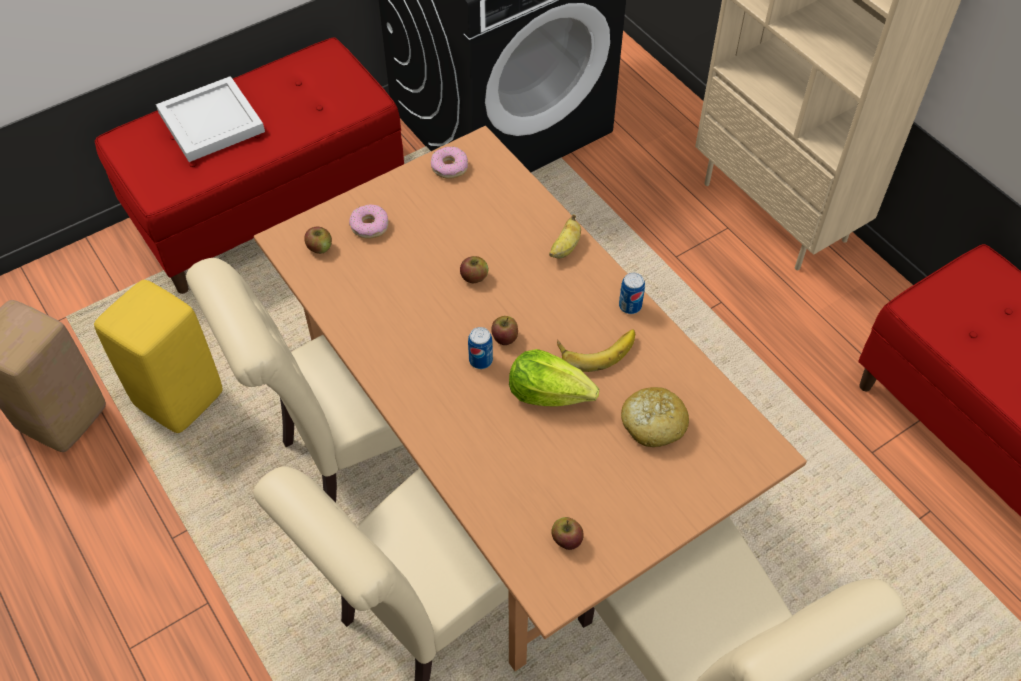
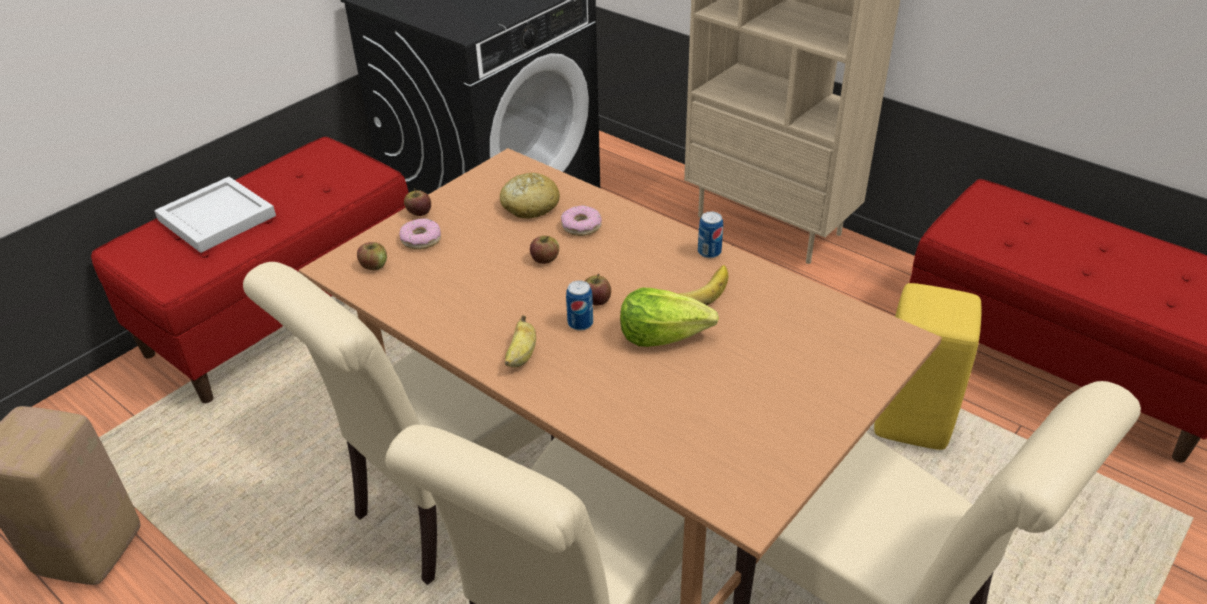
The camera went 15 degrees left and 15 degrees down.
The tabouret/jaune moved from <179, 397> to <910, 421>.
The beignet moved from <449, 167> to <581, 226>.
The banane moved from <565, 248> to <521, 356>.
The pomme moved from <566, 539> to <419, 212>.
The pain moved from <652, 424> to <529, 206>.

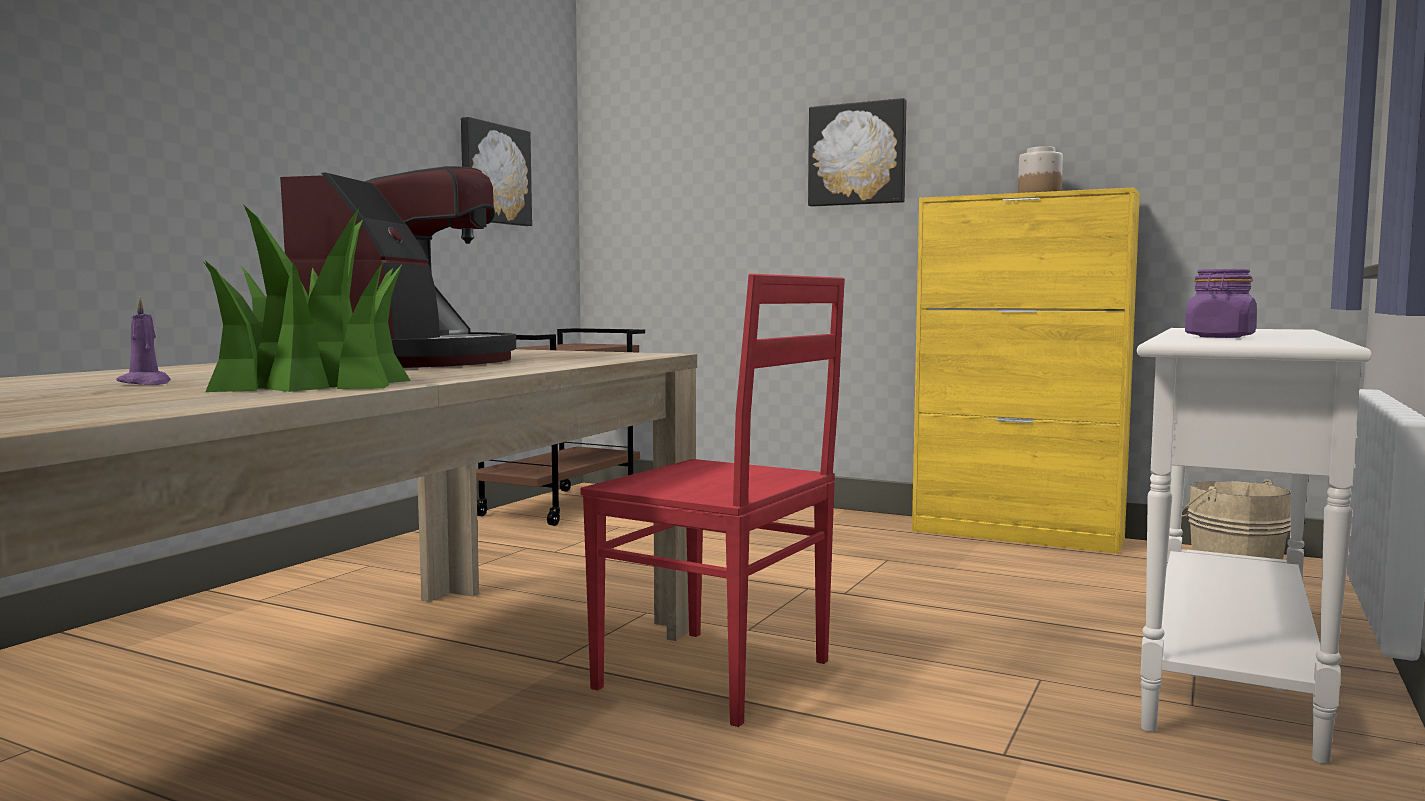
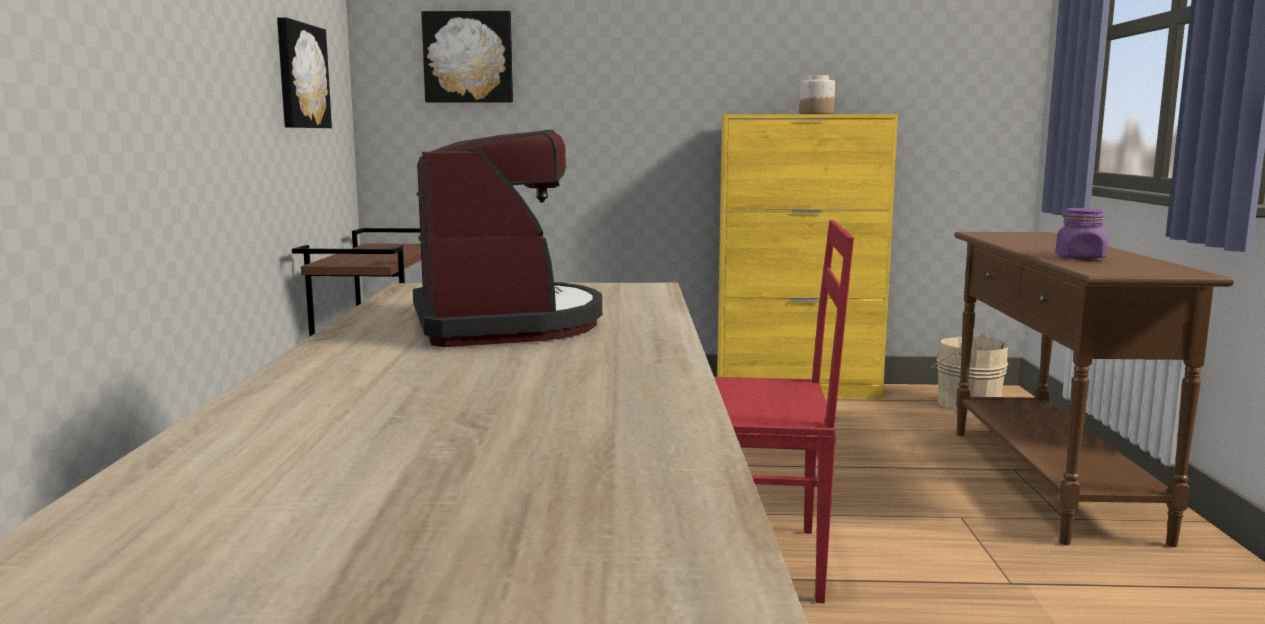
The camera went 25 degrees left and 5 degrees up.
The bougie/violet at <146, 383> disappeared.
The plante en pot at <312, 382> disappeared.
The tableau moved from <858, 154> to <468, 57>.
The table console/blanc at <1228, 664> became the table console/marron at <1048, 482>.

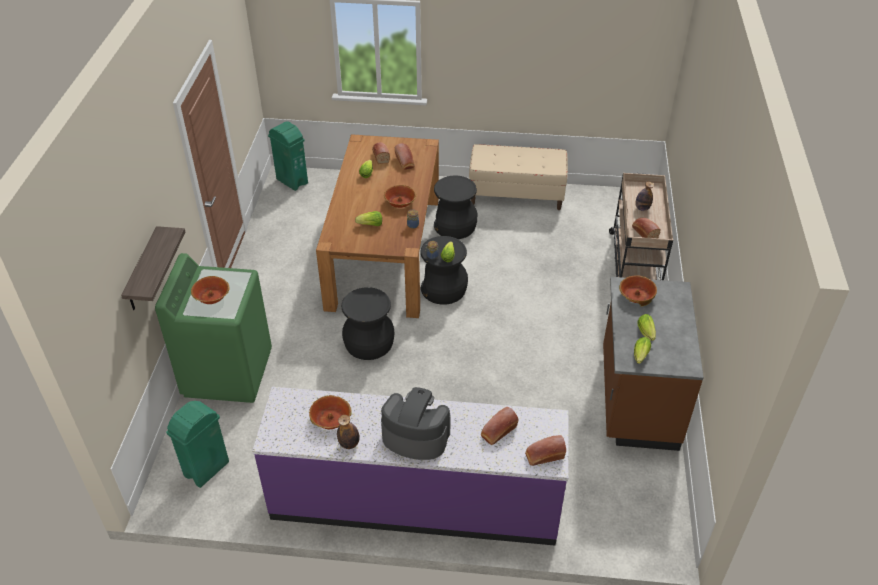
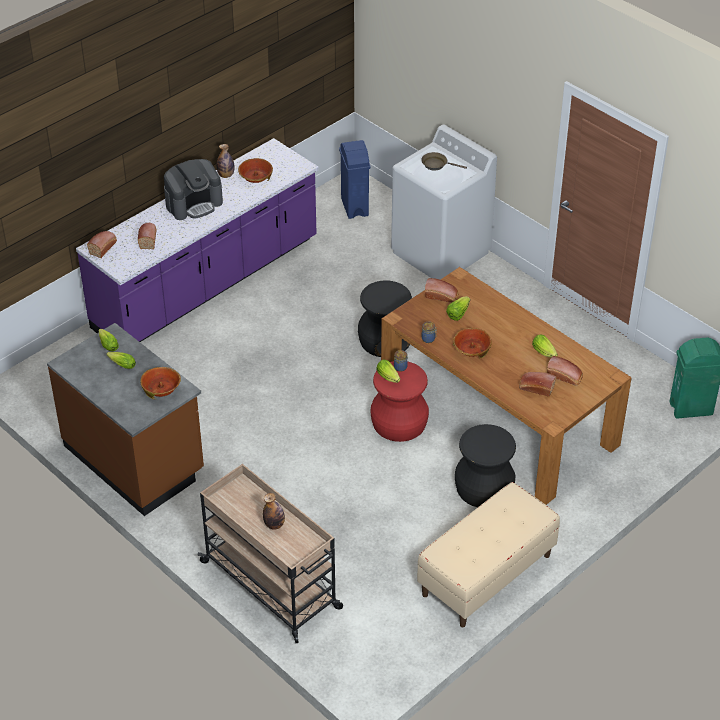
The camera went 130 degrees right and 0 degrees up.
The étagère at <142, 271> disappeared.
The pain moved from <644, 232> to <442, 296>.
The bol at <212, 297> was replaced by the poêle/marron at <436, 164>.
The lave-linge/vert at <228, 372> became the lave-linge/blanc at <441, 253>.
The poubelle/vert at <206, 469> became the poubelle/bleu at <355, 207>.
The tabouret/noir at <444, 290> became the tabouret/rouge at <398, 423>.

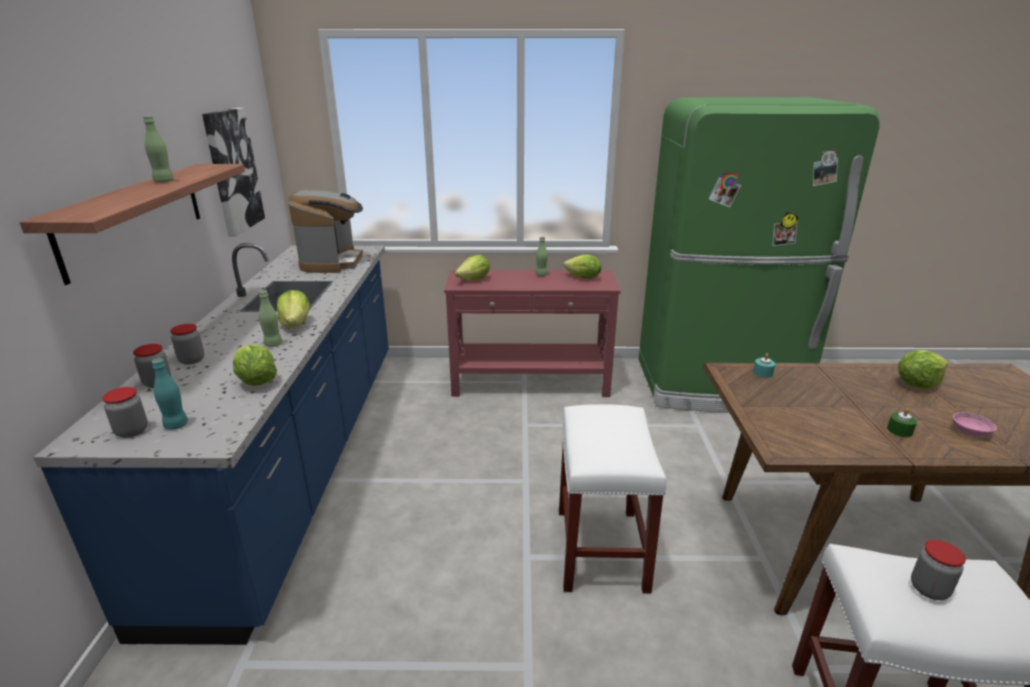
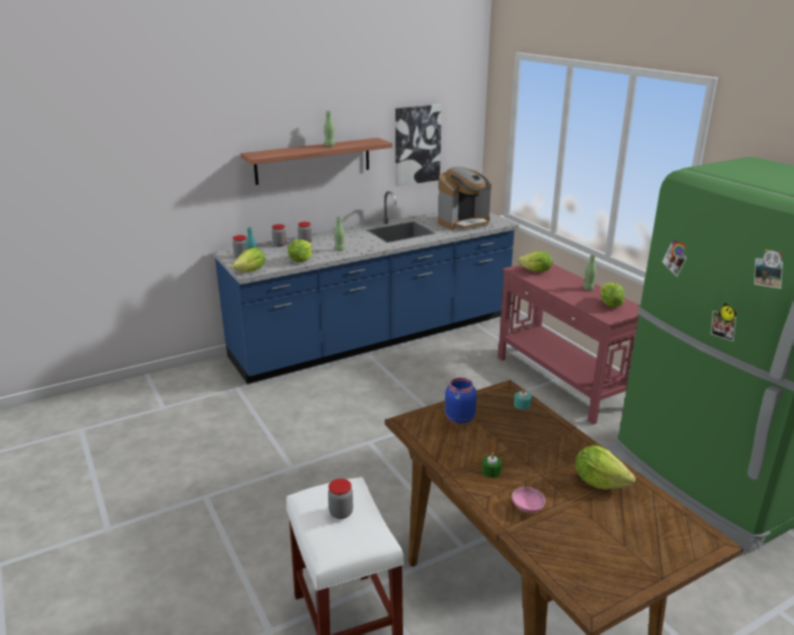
The camera went 60 degrees right and 0 degrees up.
The tabouret/blanc at <600, 547> disappeared.
The bocal/bleu at <458, 418> appeared.
The laitue moved from <296, 324> to <251, 271>.

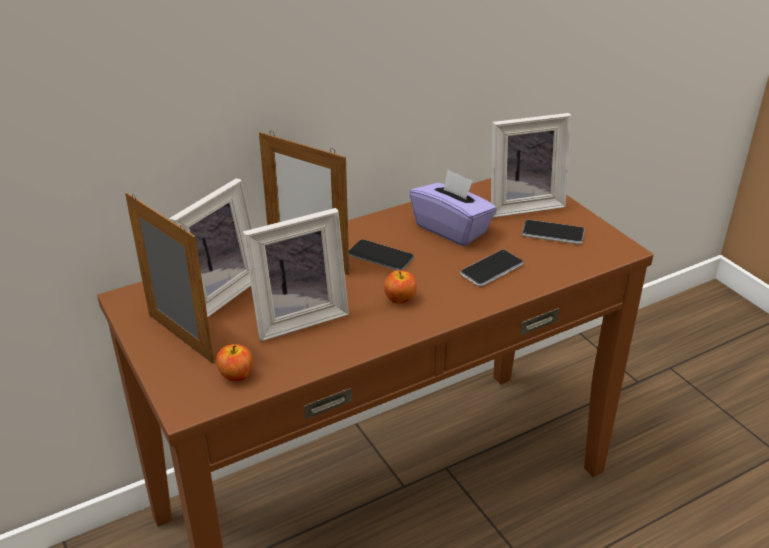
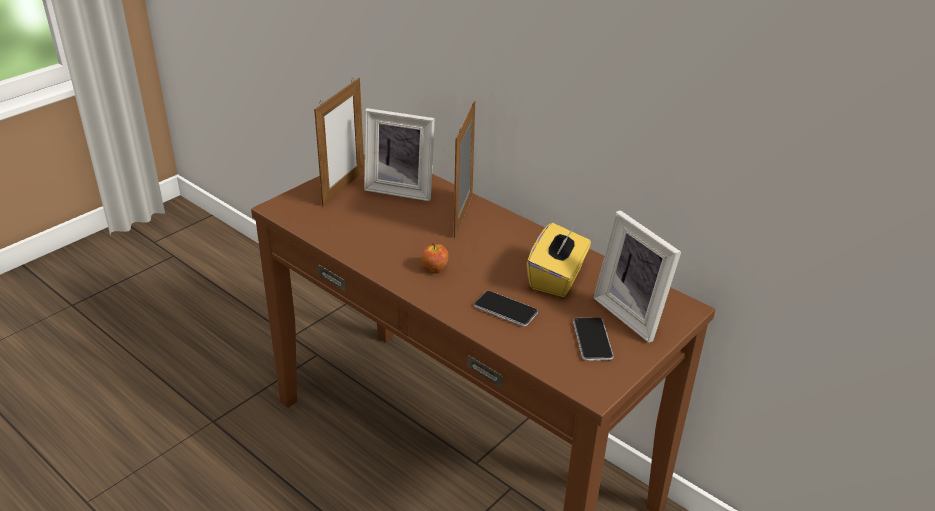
The camera went 70 degrees right and 0 degrees up.
The pomme at <236, 375> disappeared.
The cadre photo at <298, 317> disappeared.
The téléphone at <380, 256> disappeared.
The boîte à mouchoirs/violet at <452, 229> became the boîte à mouchoirs/jaune at <557, 278>.

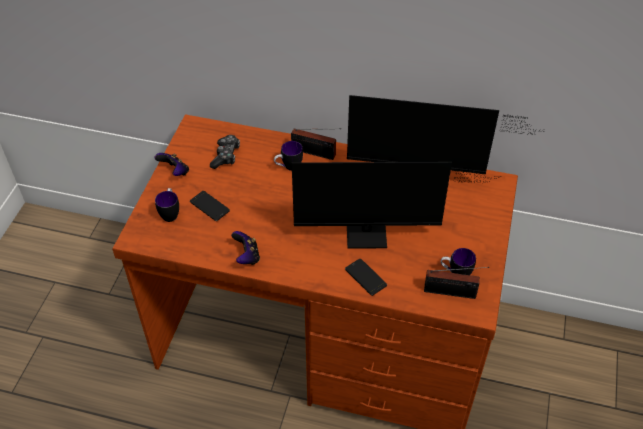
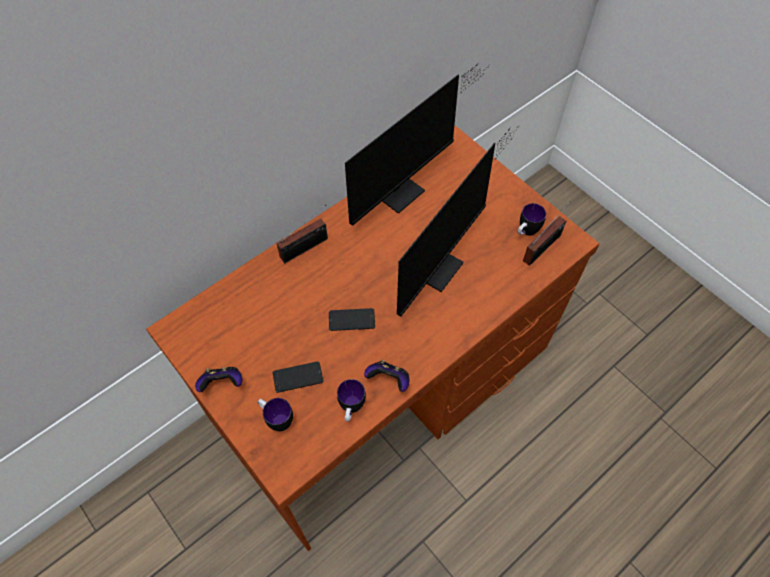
The camera went 55 degrees left and 10 degrees up.
The manette at <226, 156> disappeared.
The mug moved from <288, 167> to <351, 409>.
The téléphone moved from <365, 277> to <351, 320>.

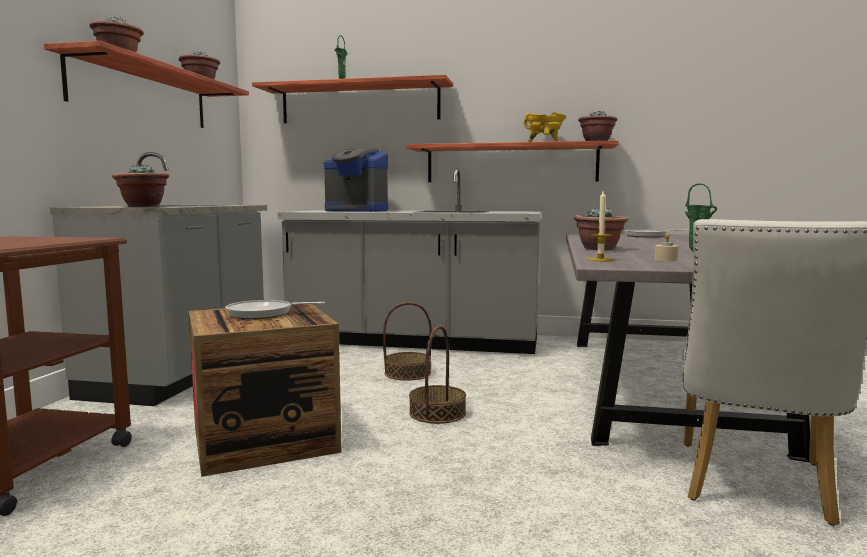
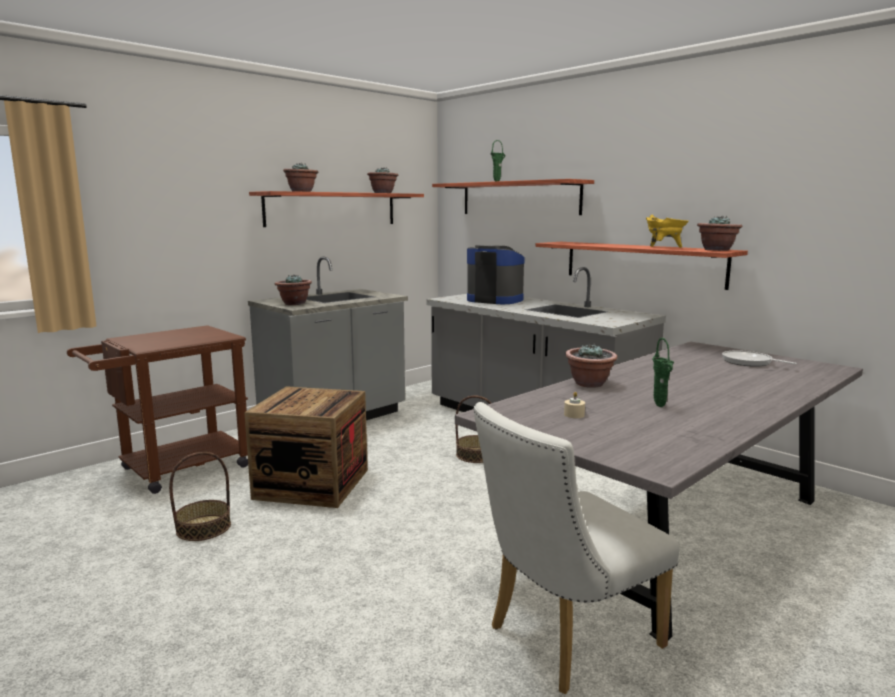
The camera went 35 degrees right and 5 degrees up.
The poêle at <263, 314> disappeared.
The bougie at <600, 260> disappeared.
The panier moved from <437, 413> to <203, 528>.
The machine à café at <356, 211> turned 150 degrees clockwise.

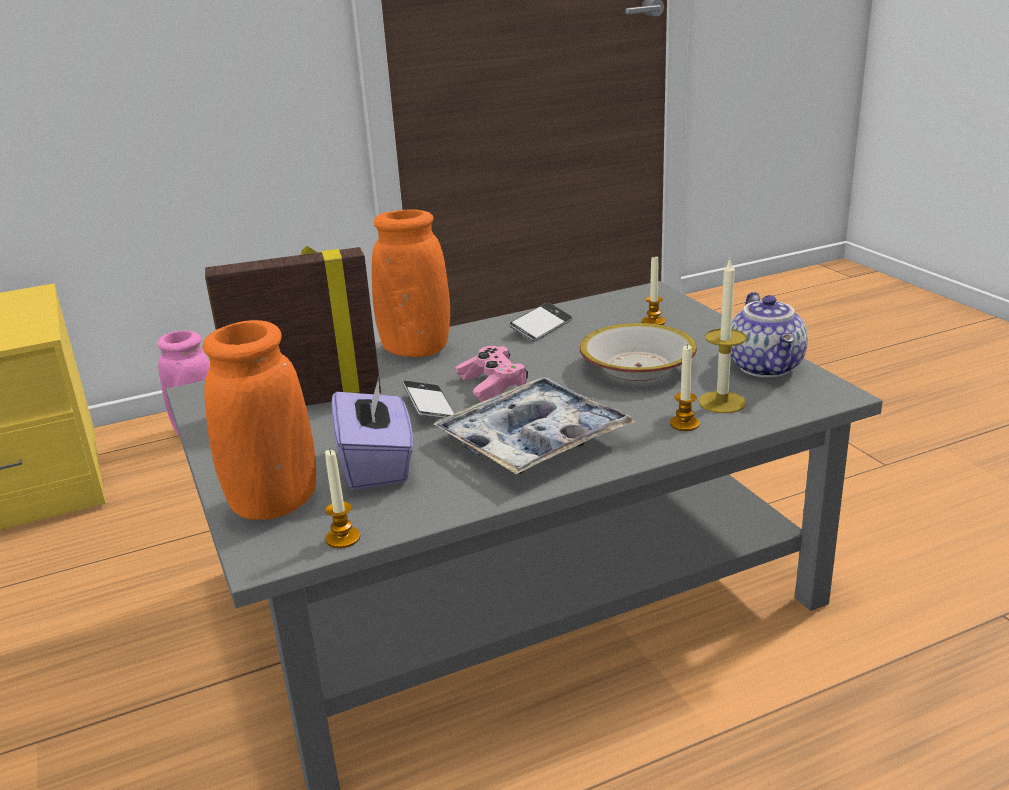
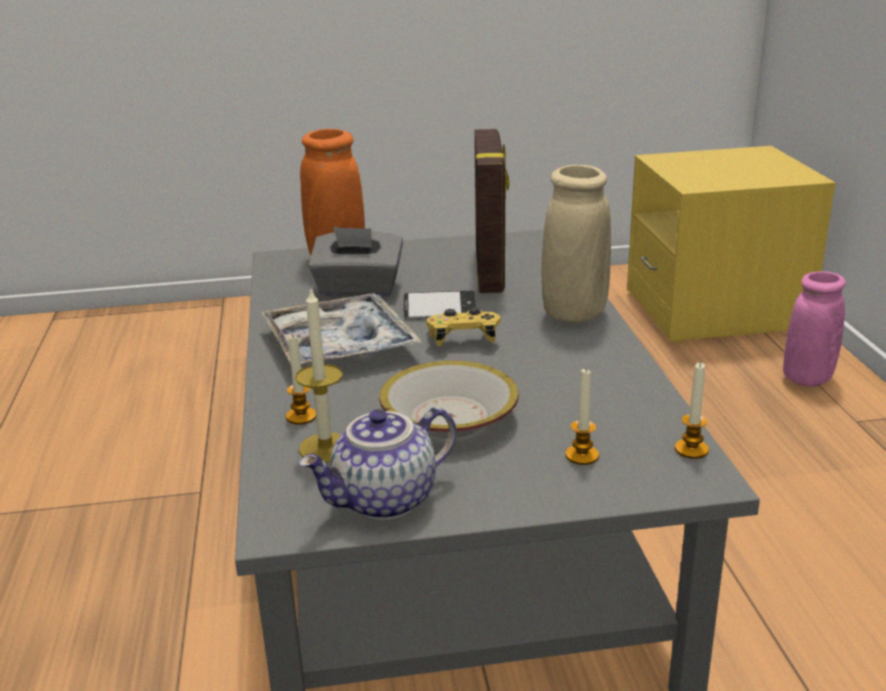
The camera went 105 degrees right and 0 degrees up.
The téléphone at <541, 327> disappeared.
The bougie moved from <343, 538> to <691, 449>.
The boîte à mouchoirs/violet at <377, 465> became the boîte à mouchoirs/gris at <358, 289>.
The vase/orange at <416, 350> became the vase/beige at <575, 314>.
The manette/rose at <492, 385> became the manette/jaune at <463, 340>.
The théière at <767, 367> turned 45 degrees counterclockwise.

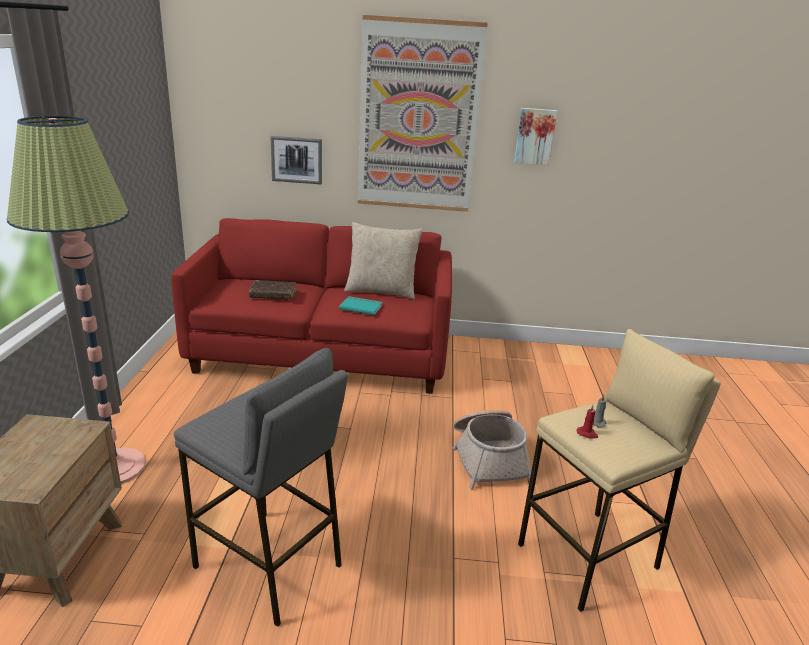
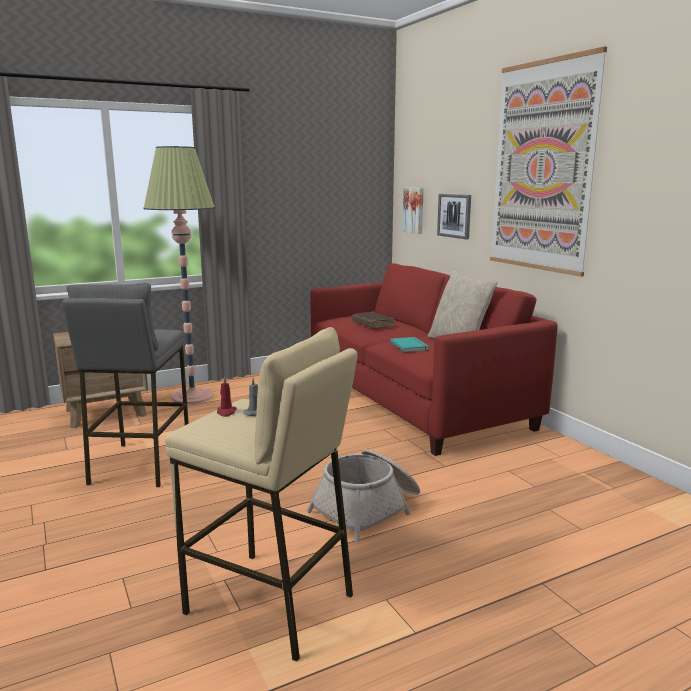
The camera went 60 degrees right and 10 degrees down.
The tableau moved from <535, 136> to <414, 210>.

